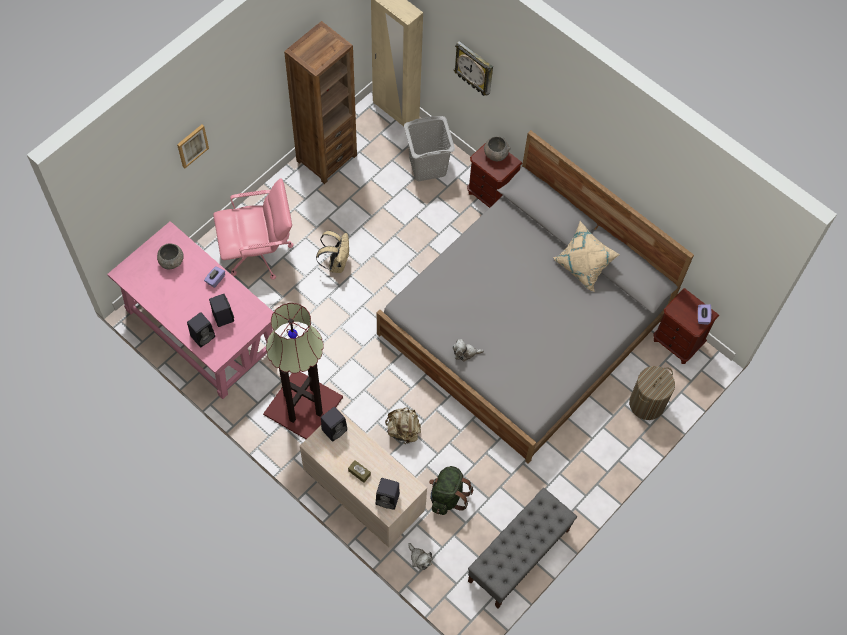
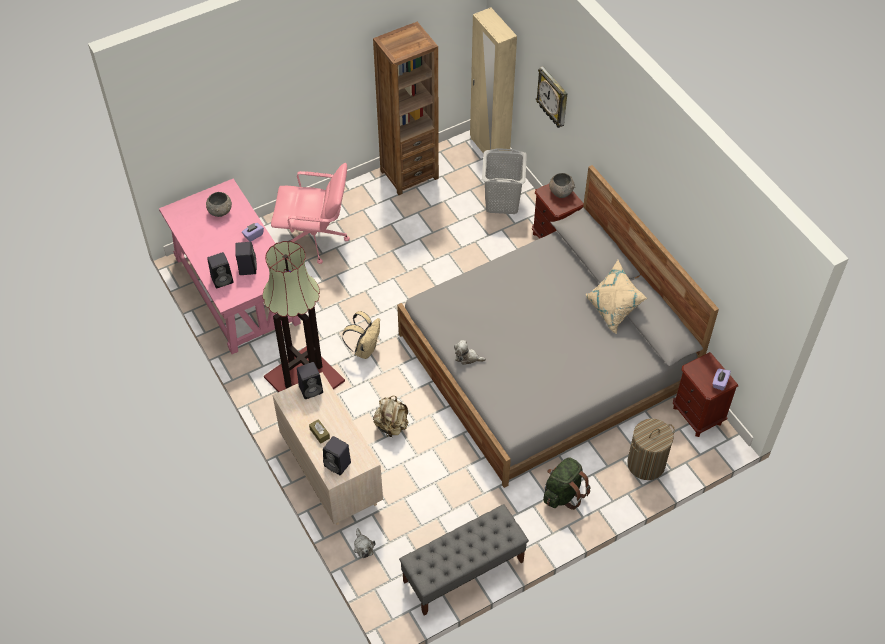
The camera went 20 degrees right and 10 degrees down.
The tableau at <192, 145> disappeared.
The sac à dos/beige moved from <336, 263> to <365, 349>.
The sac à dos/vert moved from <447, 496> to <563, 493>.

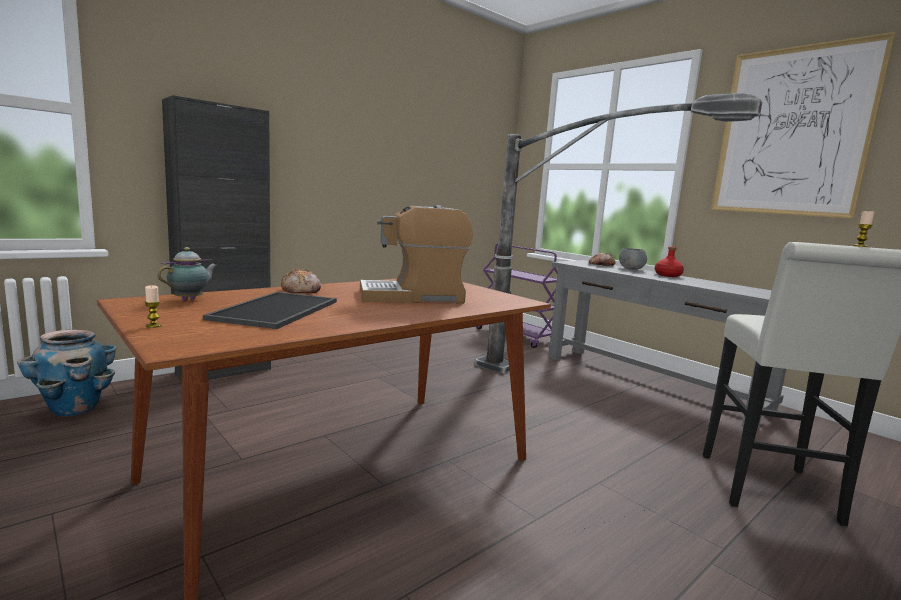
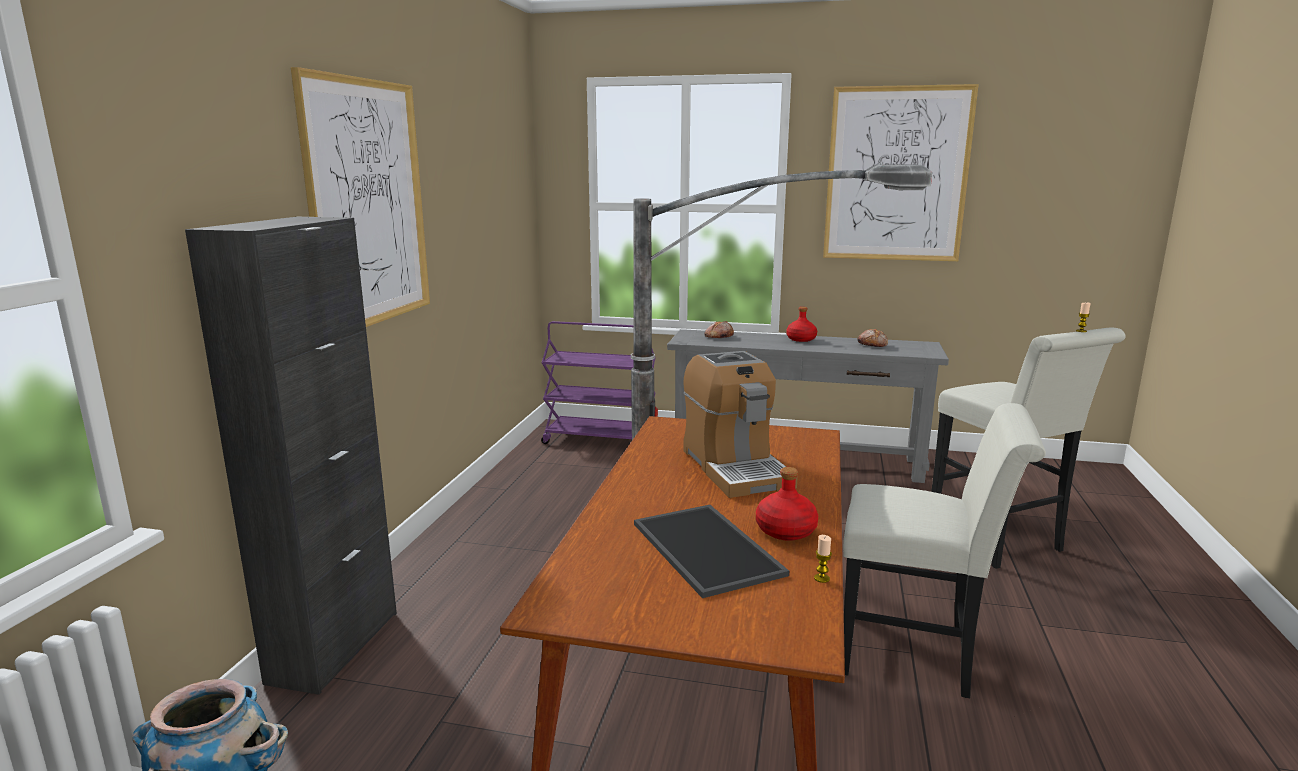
The camera went 35 degrees left and 5 degrees up.
The théière at <191, 299> disappeared.
The bol/gris at <631, 269> disappeared.
The tableau at <368, 203> appeared.
The bouteille/rouge at <786, 530> appeared.
The chaise/blanc at <917, 653> appeared.
The bougie moved from <153, 326> to <821, 578>.
The pain moved from <302, 290> to <872, 344>.
The machine à café at <413, 296> turned 60 degrees counterclockwise.

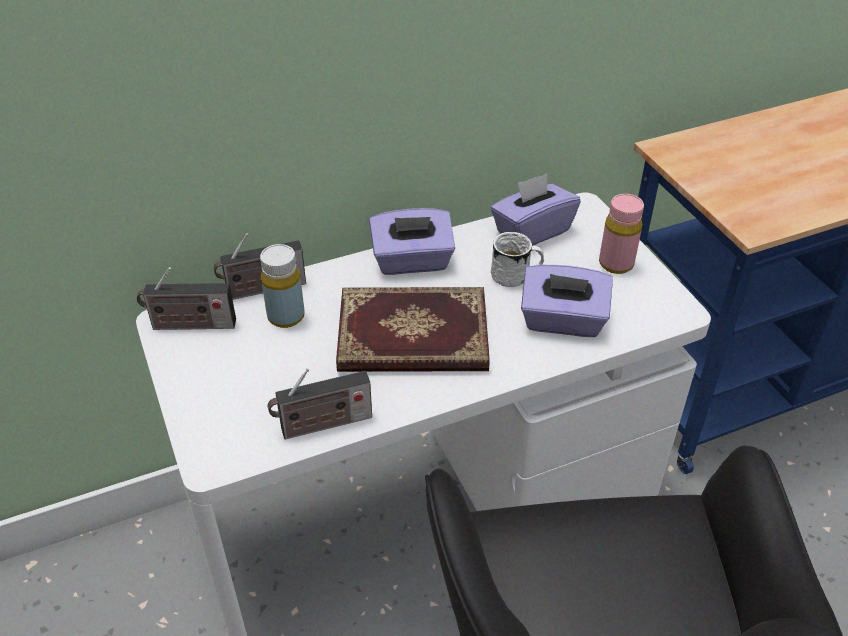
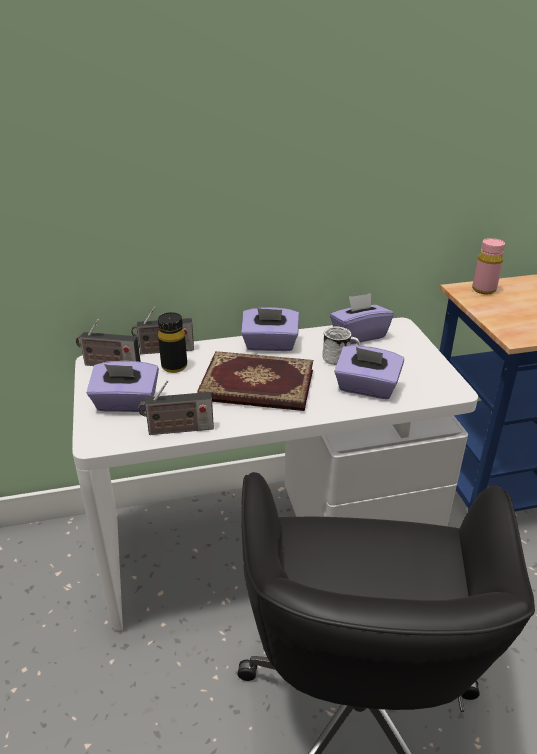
The camera went 10 degrees right and 10 degrees down.
The boîte à mouchoirs/violet at <126, 403> appeared.
The bouteille/rose moved from <616, 264> to <483, 290>.
The bouteille/jaune at <286, 316> became the bouteille/noir at <174, 366>.

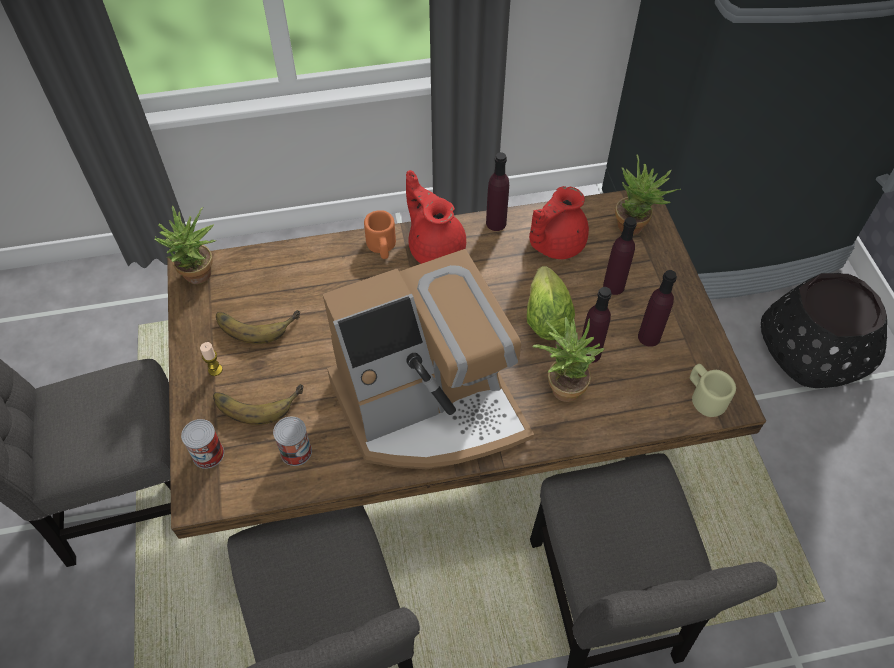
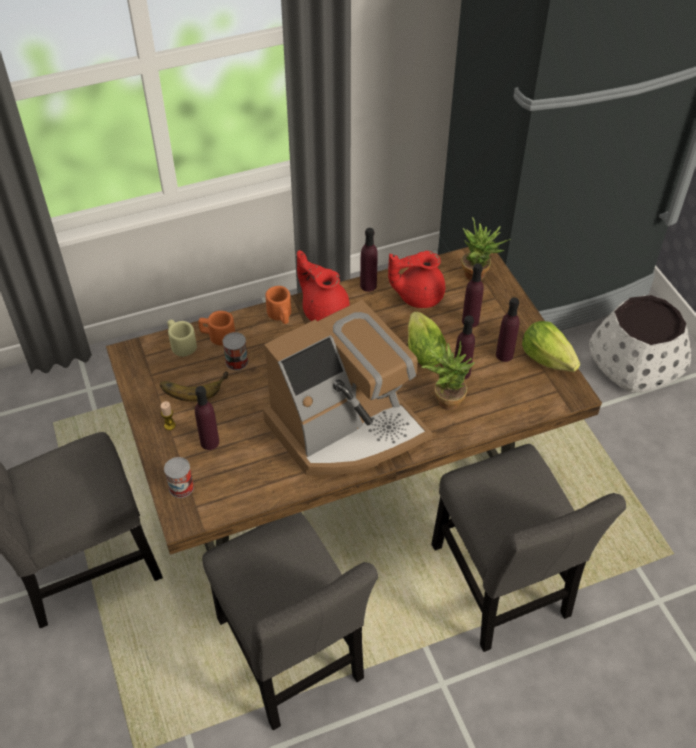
The camera went 10 degrees left and 5 degrees down.
The plante en pot at <199, 278> disappeared.
The mug/orange at <217, 335> appeared.
The laitue at <547, 358> appeared.
The boîte métallique moved from <296, 451> to <236, 361>.
The mug/beige moved from <704, 396> to <181, 344>.
The banane at <257, 399> was replaced by the bouteille/violet at <209, 442>.
The cache-pot/noir at <814, 348> became the cache-pot/blanc at <636, 361>.
The théière/rouge at <554, 244> turned 45 degrees clockwise.

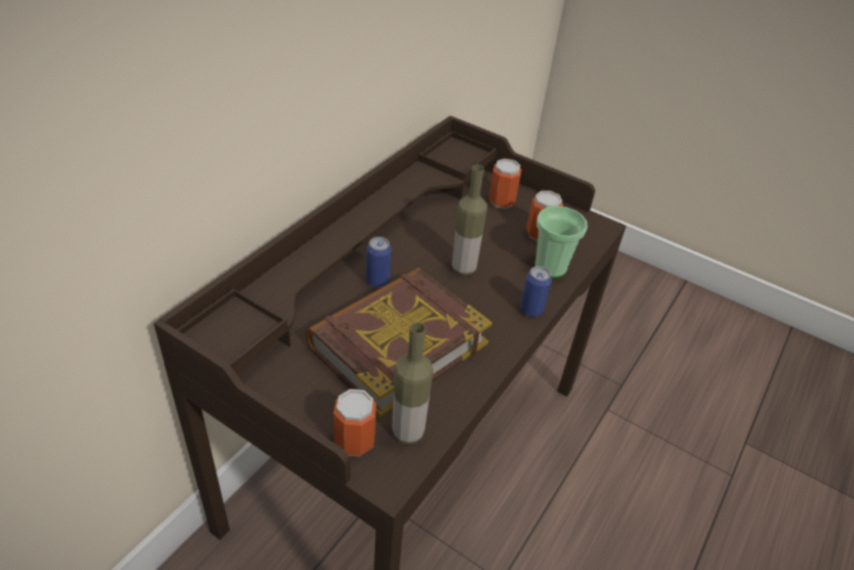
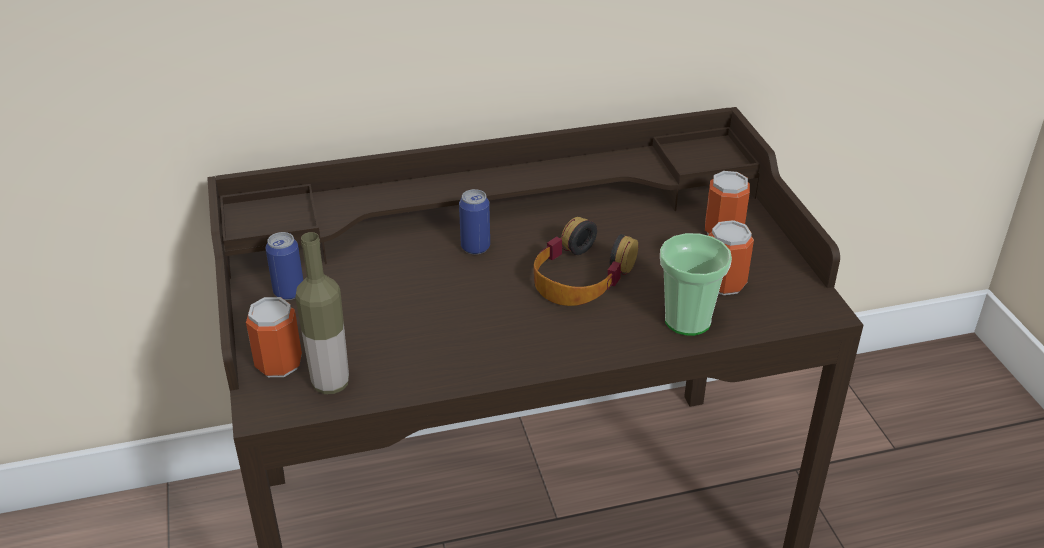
The camera went 45 degrees right and 5 degrees down.
The livre at <397, 344> disappeared.
The boîte métallique moved from <531, 310> to <289, 292>.
The bouteille at <463, 268> was replaced by the casque audio at <581, 276>.

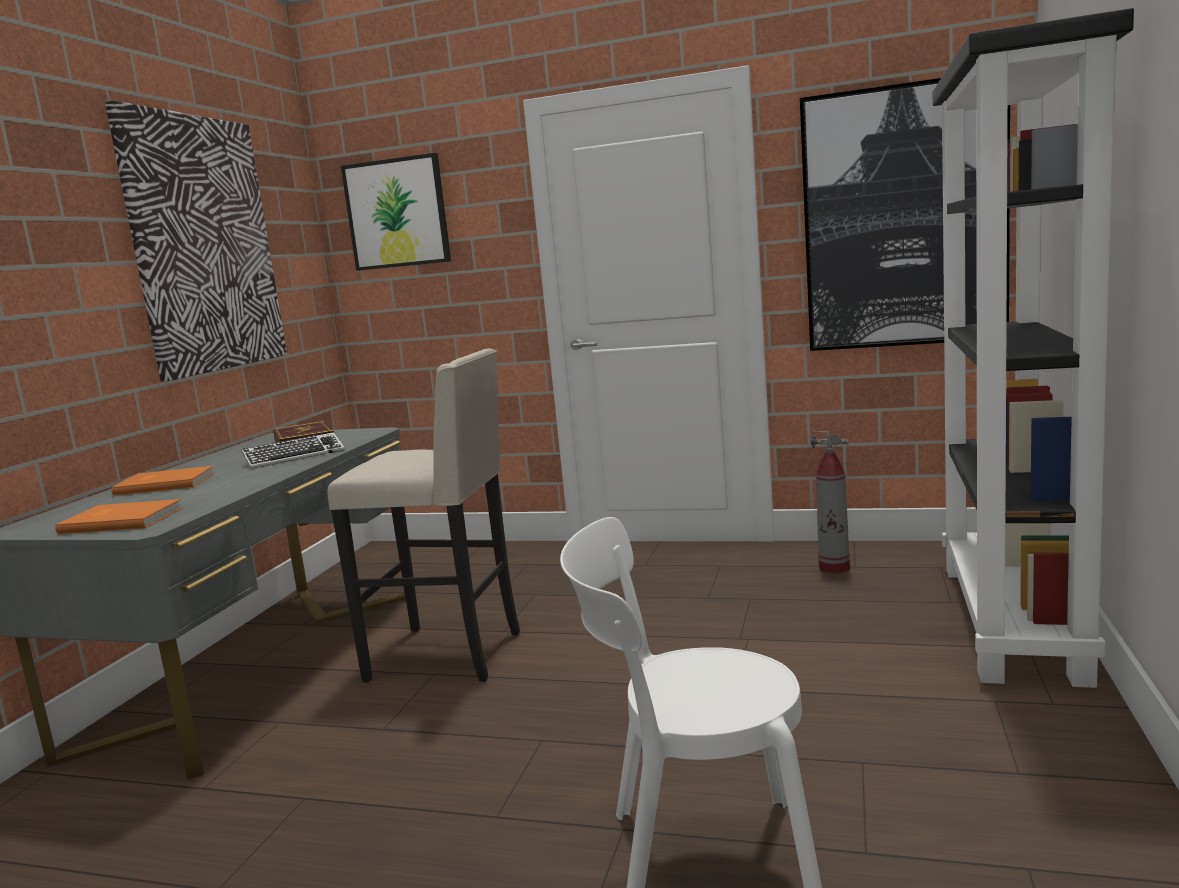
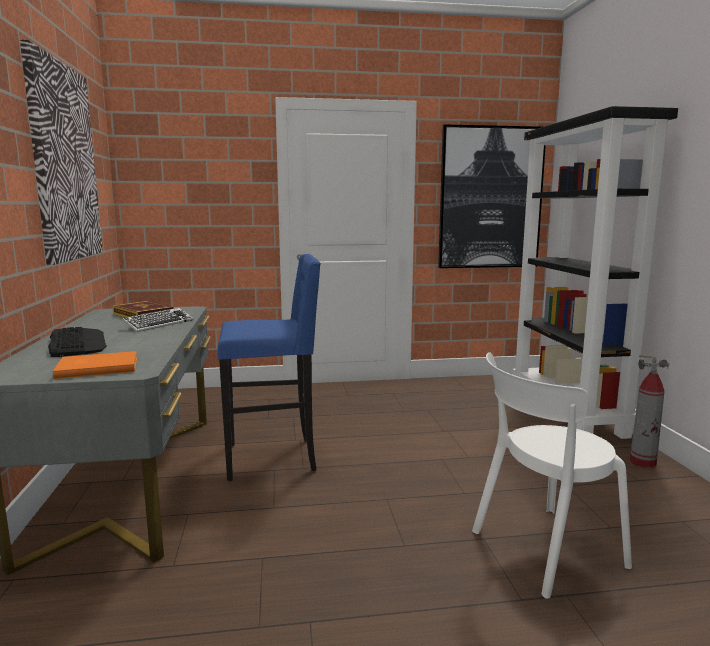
The camera went 25 degrees left and 0 degrees up.
The tableau at <397, 213> disappeared.
The extincteur moved from <834, 568> to <643, 462>.
The livre/orange at <165, 484> was replaced by the clavier at <77, 343>.
The tabouret/beige at <449, 655> became the tabouret/bleu at <273, 458>.

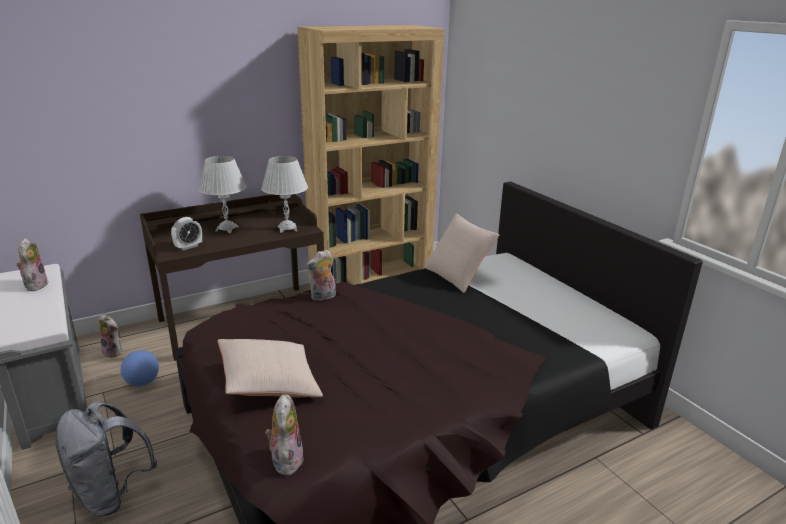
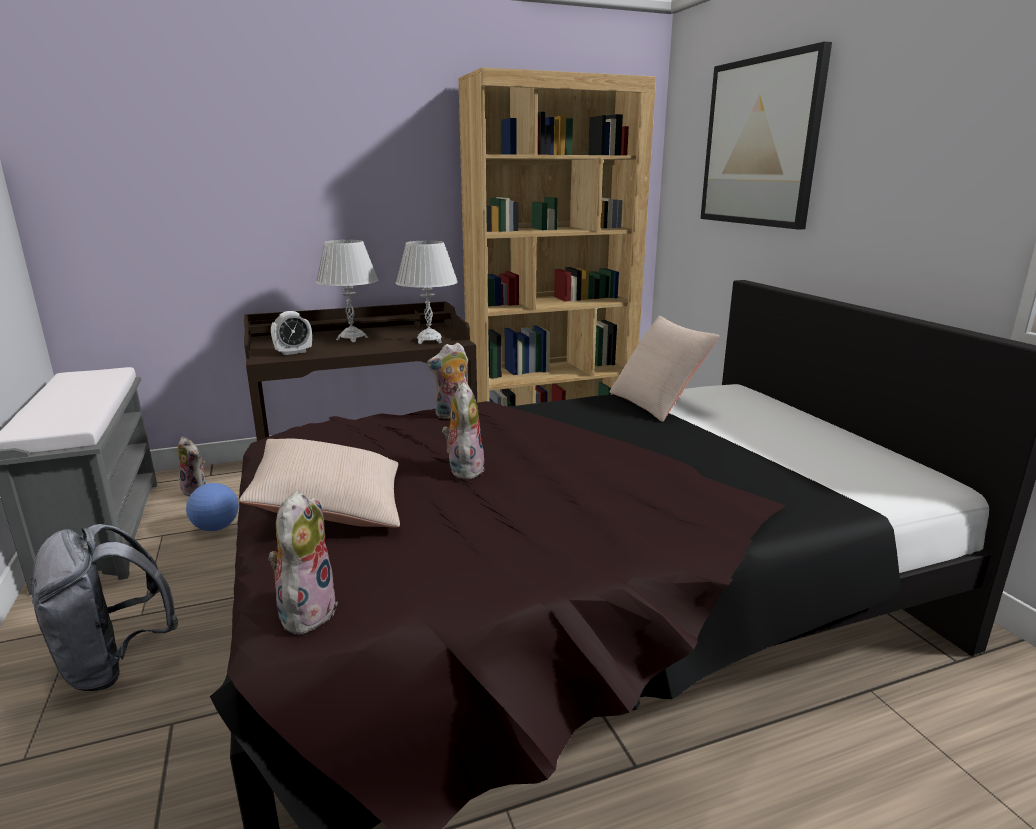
The camera went 10 degrees right and 5 degrees down.
The tableau at <760, 142> appeared.
The peluche moved from <35, 285> to <464, 469>.

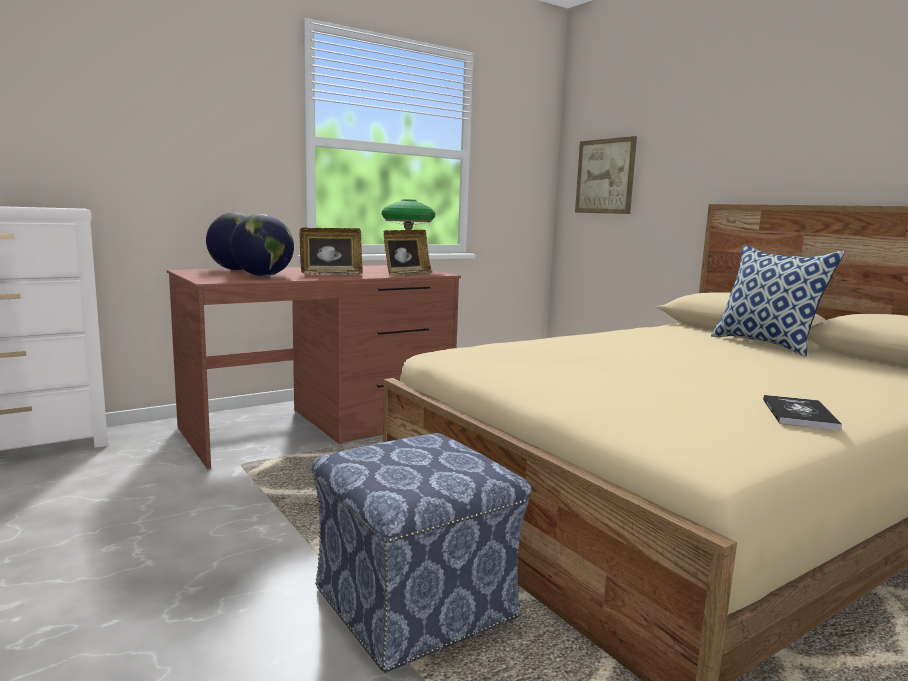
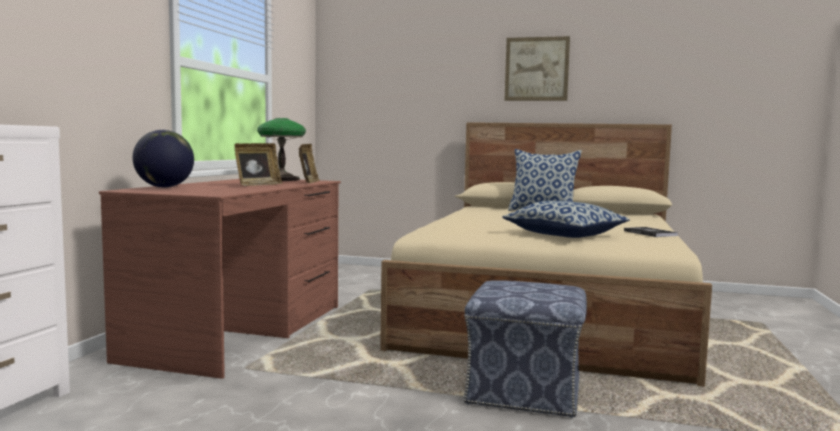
The camera went 40 degrees left and 5 degrees down.
The globe at <263, 276> disappeared.
The coussin at <565, 235> appeared.
The tableau moved from <605, 176> to <536, 69>.

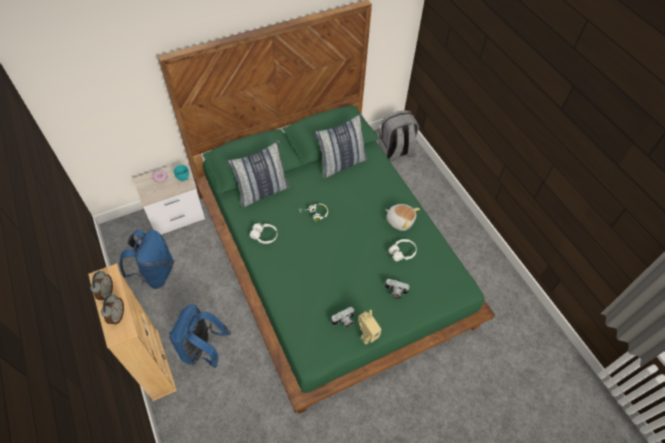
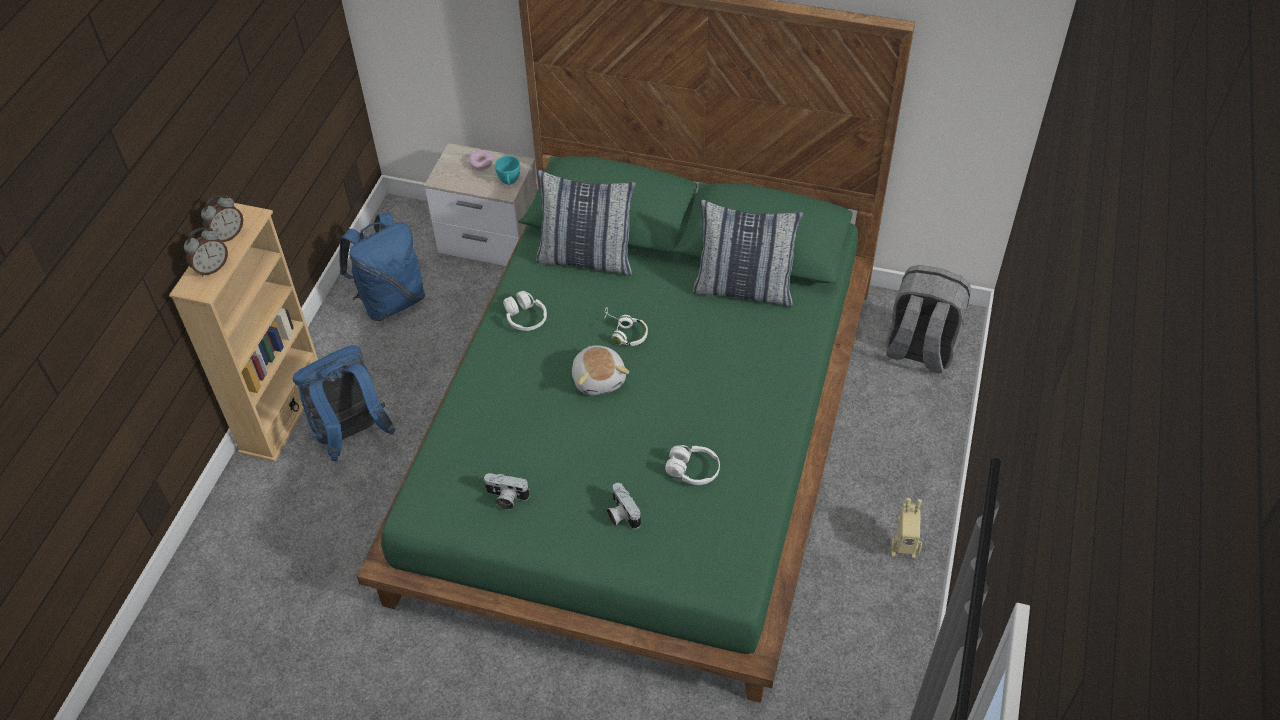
The camera went 45 degrees right and 5 degrees down.
The robot jouet moved from <367, 335> to <903, 547>.
The peluche moved from <400, 220> to <599, 378>.

